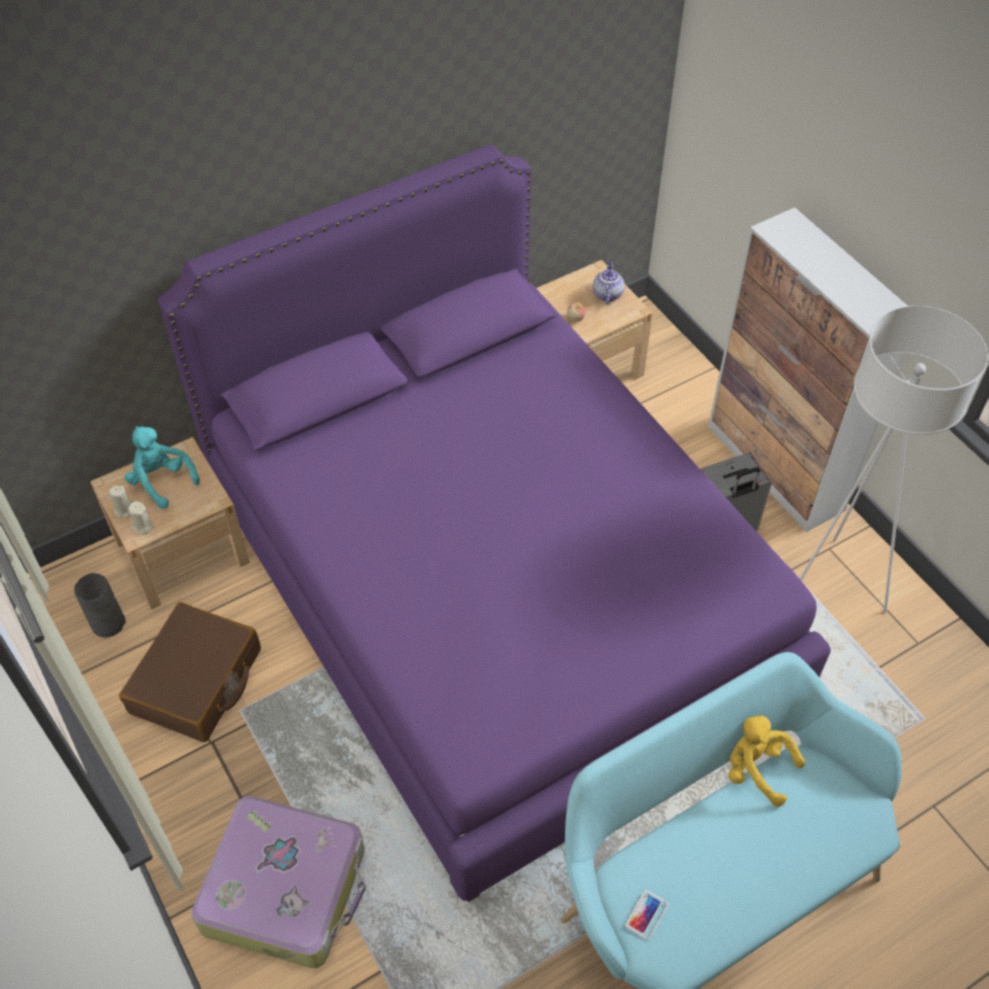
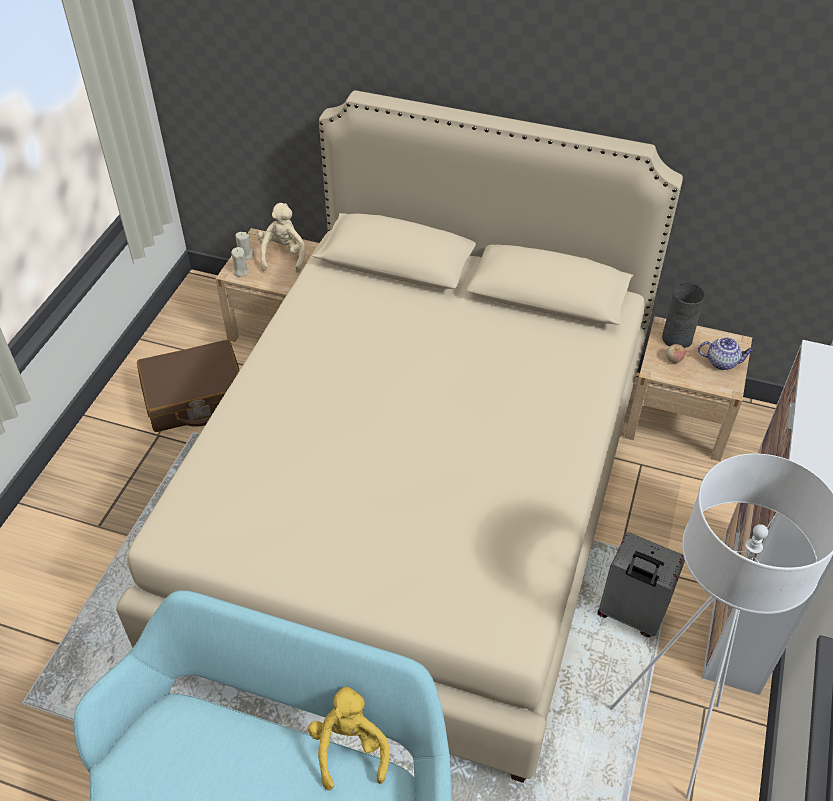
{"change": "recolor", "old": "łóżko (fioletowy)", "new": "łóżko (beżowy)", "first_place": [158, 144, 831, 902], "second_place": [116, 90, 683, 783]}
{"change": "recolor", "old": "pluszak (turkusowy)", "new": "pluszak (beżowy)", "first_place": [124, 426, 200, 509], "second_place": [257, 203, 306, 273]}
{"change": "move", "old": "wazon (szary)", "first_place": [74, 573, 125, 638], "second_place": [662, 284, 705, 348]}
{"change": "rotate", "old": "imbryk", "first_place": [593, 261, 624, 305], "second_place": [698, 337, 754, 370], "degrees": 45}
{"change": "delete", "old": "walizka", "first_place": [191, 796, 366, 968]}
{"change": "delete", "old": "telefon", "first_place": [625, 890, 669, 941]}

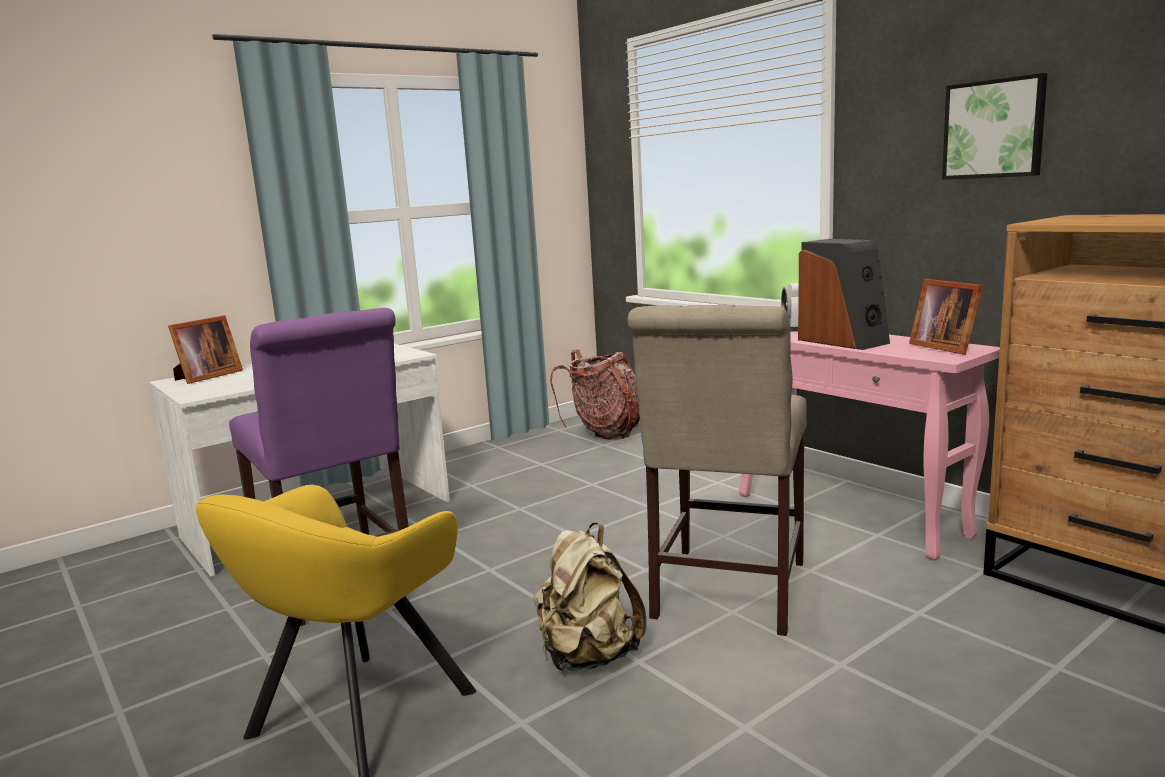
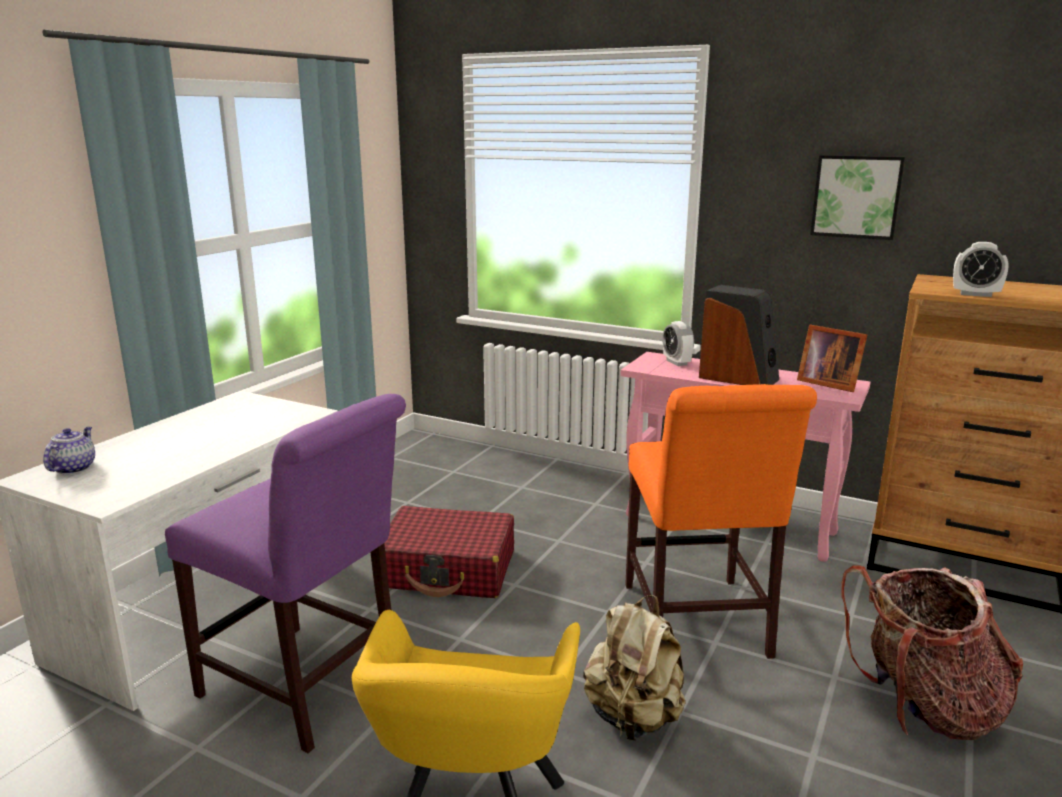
{"change": "replace", "old": "ramka na zdjęcie", "new": "imbryk", "first_place": [168, 315, 243, 384], "second_place": [43, 427, 95, 474]}
{"change": "insert", "new": "walizka (czerwony)", "second_place": [384, 506, 514, 598]}
{"change": "recolor", "old": "krzesło (beżowy)", "new": "krzesło (pomarańczowy)", "first_place": [627, 305, 807, 636], "second_place": [625, 384, 817, 659]}
{"change": "move", "old": "plecak", "first_place": [550, 350, 640, 440], "second_place": [841, 566, 1023, 740]}
{"change": "insert", "new": "budzik", "second_place": [953, 242, 1009, 297]}

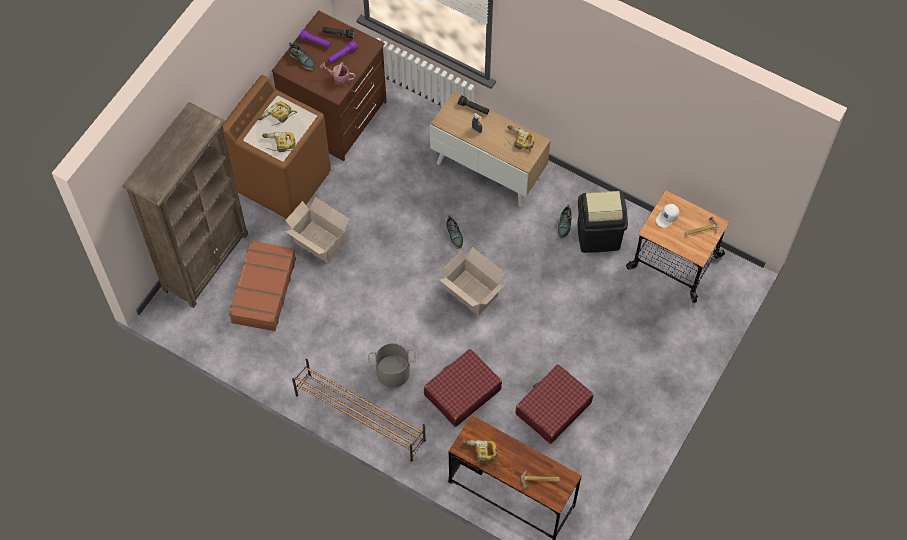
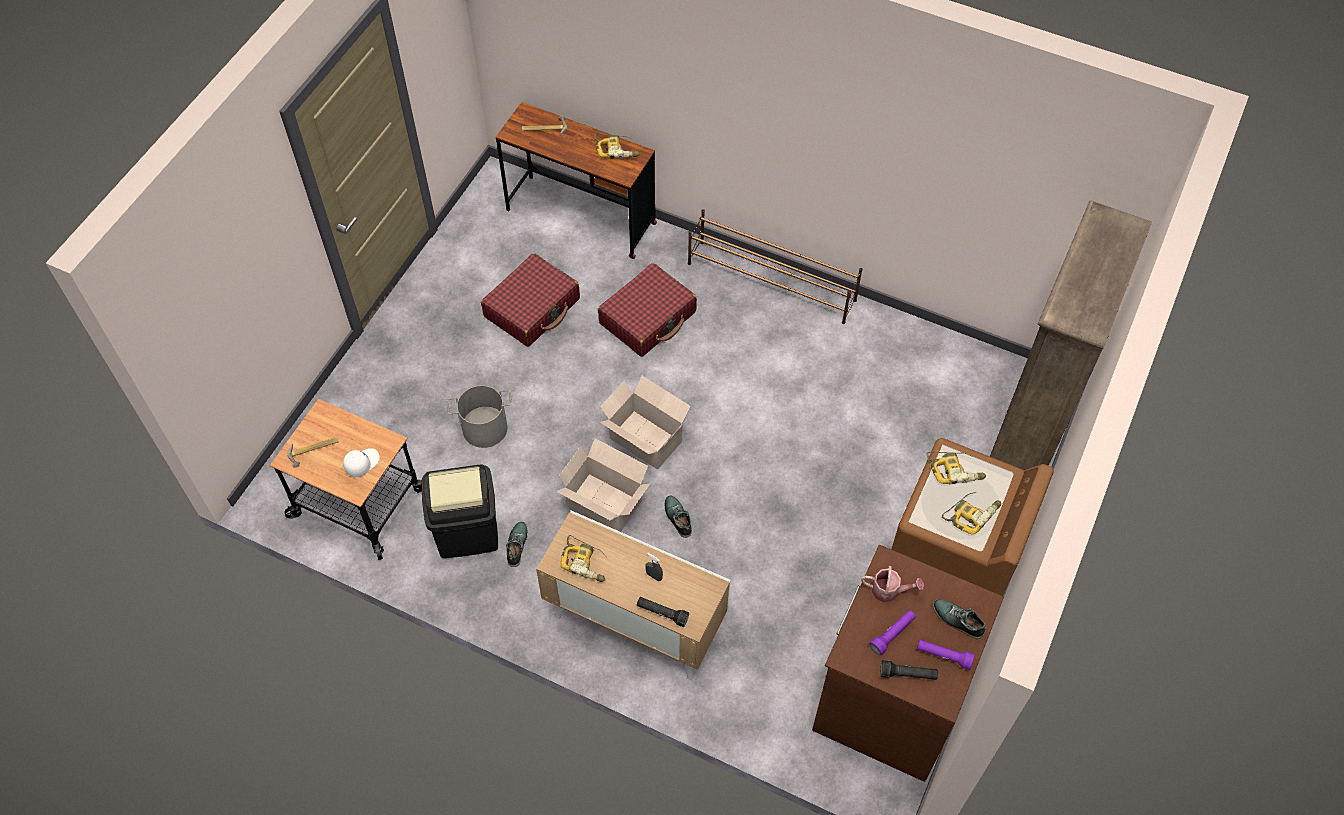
{"change": "move", "old": "wiadro (szary)", "first_place": [368, 343, 416, 388], "second_place": [447, 385, 512, 448]}
{"change": "move", "old": "karton", "first_place": [285, 197, 349, 263], "second_place": [556, 438, 650, 532]}
{"change": "delete", "old": "walizka (brązowy)", "first_place": [229, 240, 296, 331]}

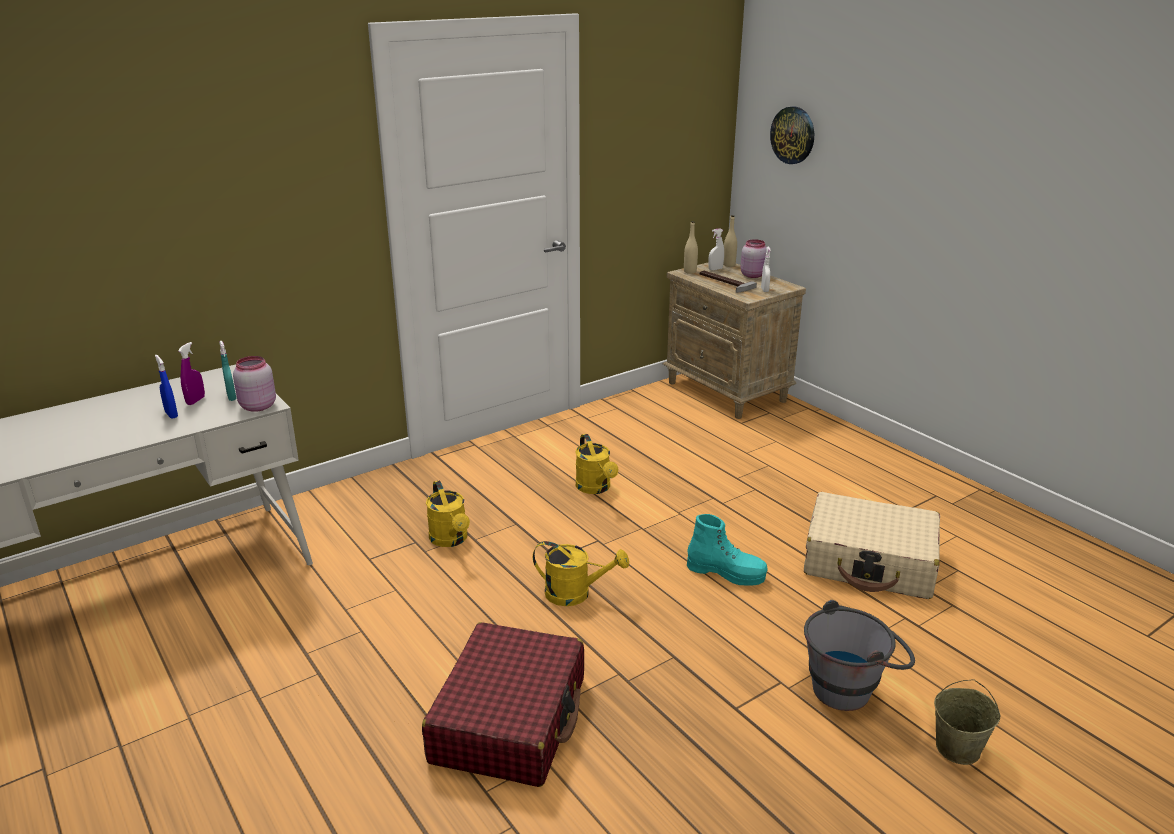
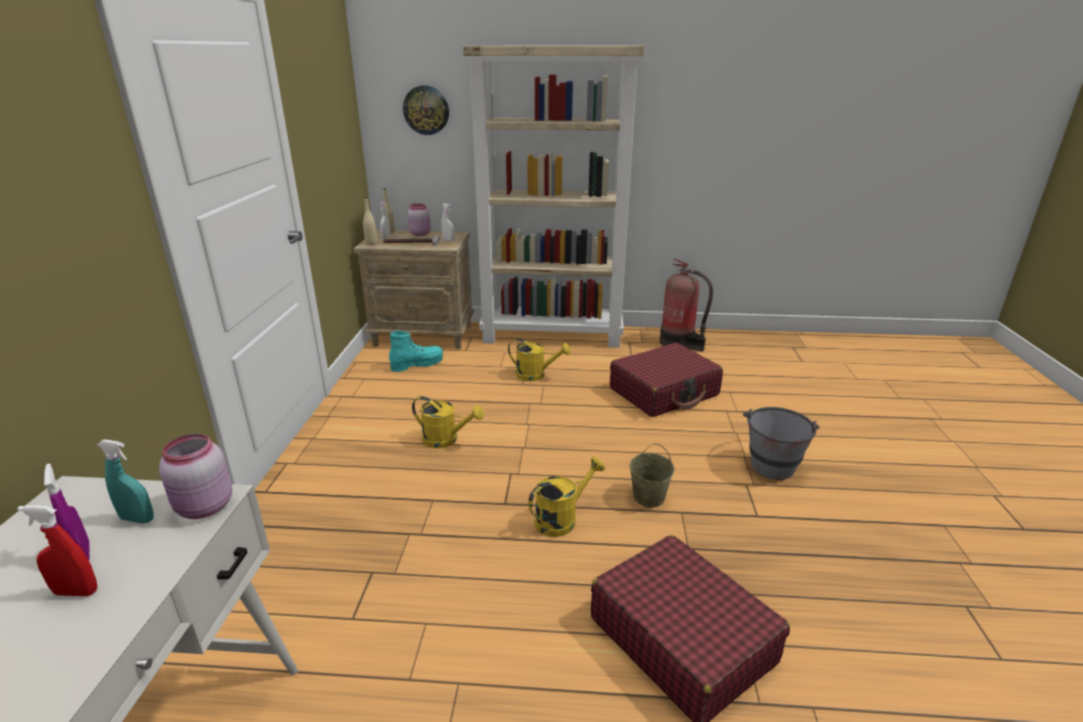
{"change": "recolor", "old": "spryskiwacz (niebieski)", "new": "spryskiwacz (czerwony)", "first_place": [155, 355, 178, 419], "second_place": [17, 505, 97, 596]}
{"change": "move", "old": "but z cholewką (turkusowy)", "first_place": [687, 514, 768, 586], "second_place": [389, 331, 443, 372]}
{"change": "insert", "new": "regał (beżowy)", "second_place": [463, 46, 644, 348]}
{"change": "move", "old": "konewka (żółty)", "first_place": [426, 481, 470, 547], "second_place": [508, 338, 571, 381]}
{"change": "recolor", "old": "walizka (beżowy)", "new": "walizka (czerwony)", "first_place": [804, 492, 940, 599], "second_place": [610, 343, 723, 417]}
{"change": "move", "old": "wiadro (beżowy)", "first_place": [934, 679, 1001, 765], "second_place": [630, 443, 674, 508]}
{"change": "insert", "new": "gaśnica", "second_place": [660, 258, 713, 351]}

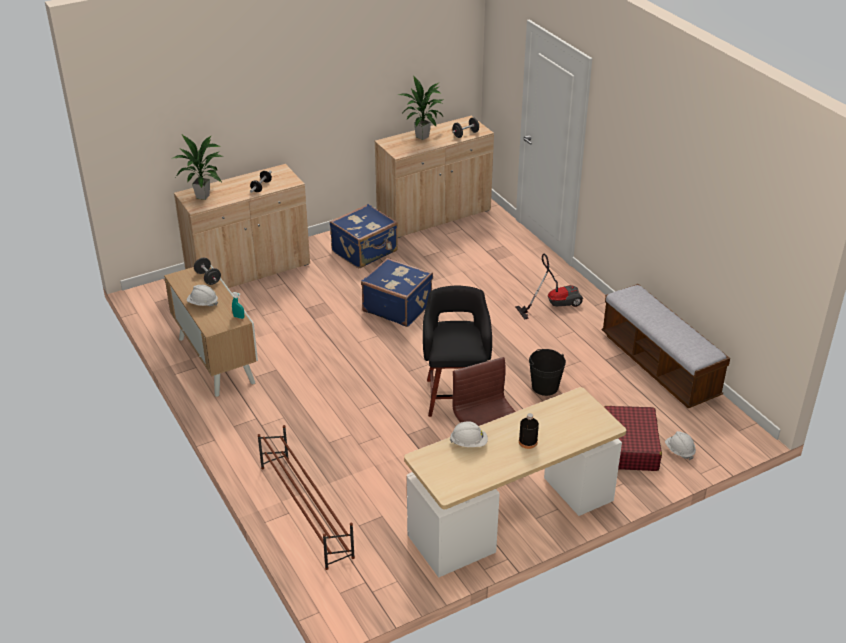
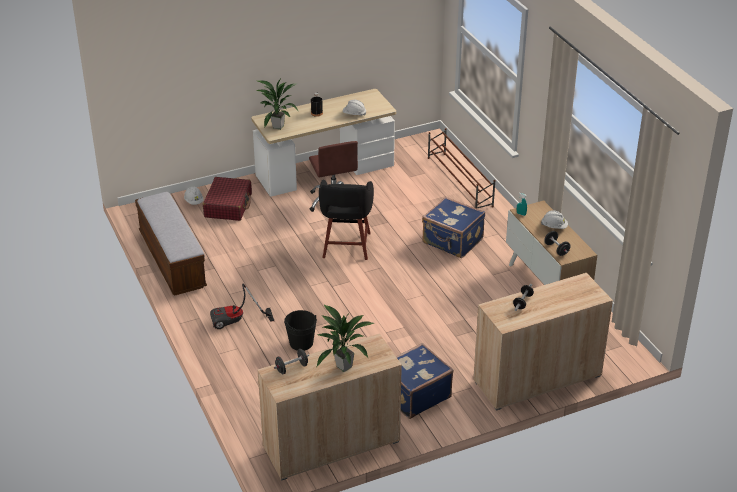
{"change": "move", "old": "roślina doniczkowa", "first_place": [171, 135, 222, 200], "second_place": [256, 80, 298, 130]}
{"change": "move", "old": "wiadro (czarny)", "first_place": [529, 349, 566, 396], "second_place": [284, 310, 317, 351]}
{"change": "move", "old": "walizka (niebieski)", "first_place": [361, 258, 433, 327], "second_place": [422, 197, 485, 258]}

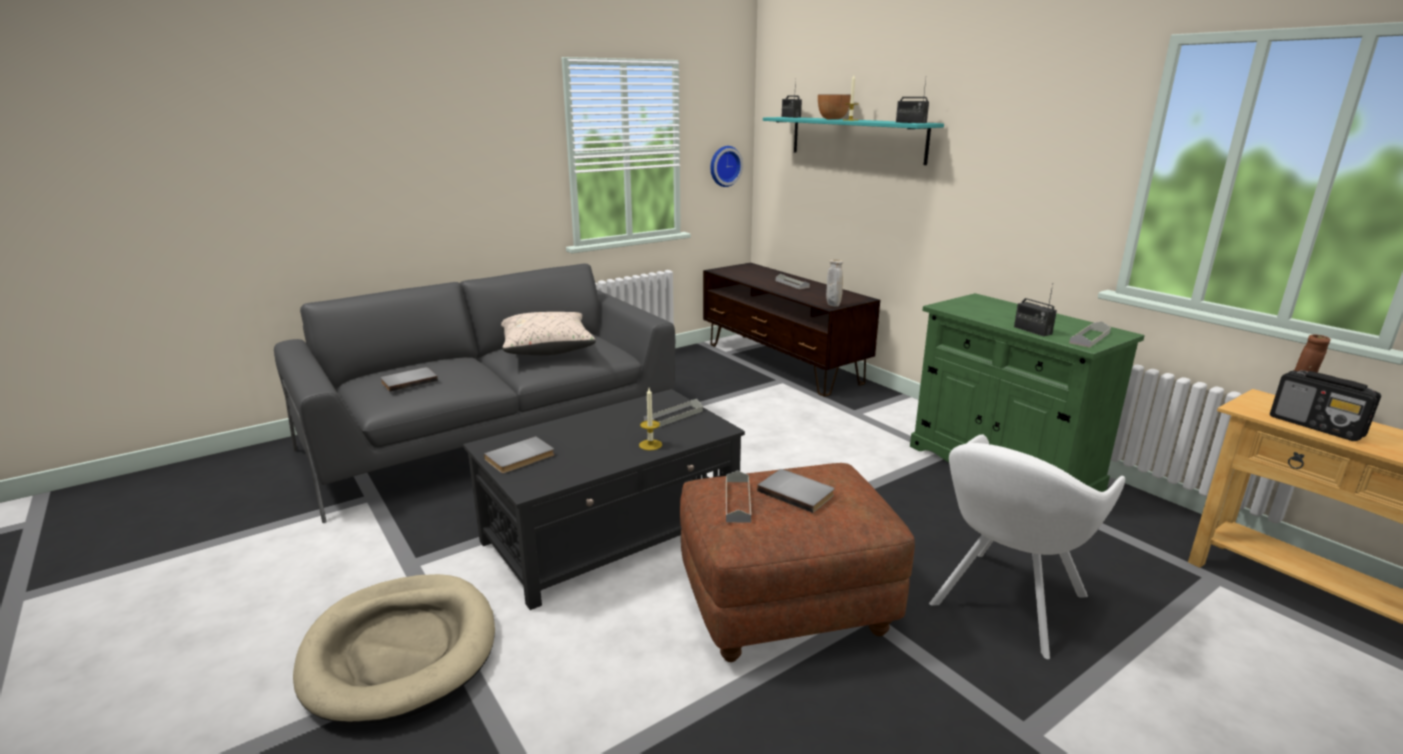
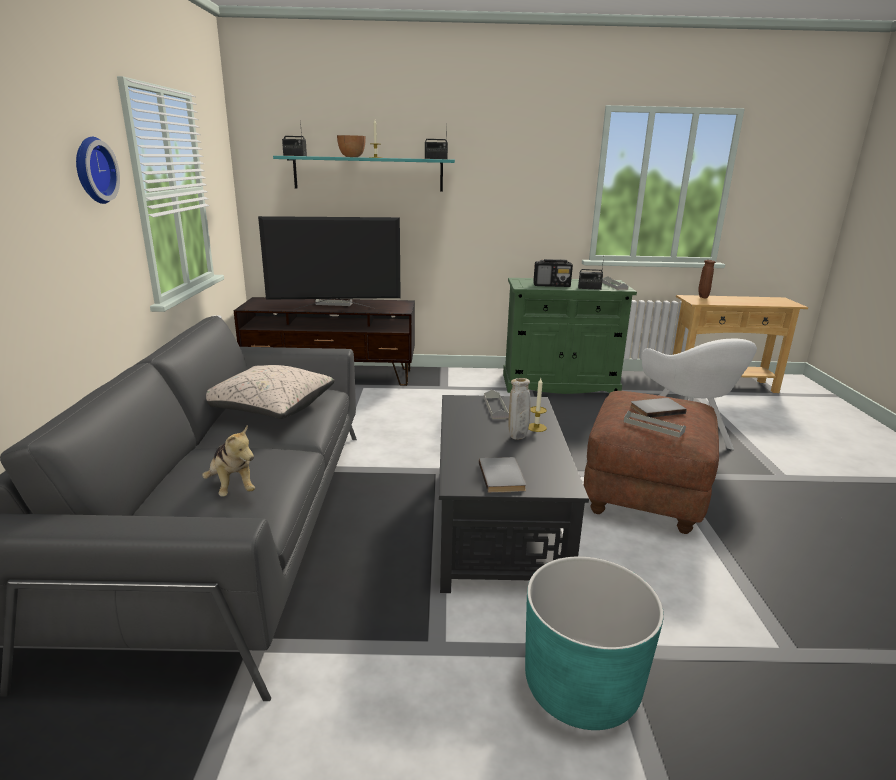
{"change": "move", "old": "zegar ścienny", "first_place": [710, 146, 743, 187], "second_place": [76, 137, 120, 204]}
{"change": "replace", "old": "książka (szary)", "new": "pluszak", "first_place": [380, 367, 438, 392], "second_place": [202, 425, 255, 497]}
{"change": "insert", "new": "telewizor", "second_place": [258, 216, 401, 309]}
{"change": "move", "old": "wazon (beżowy)", "first_place": [826, 259, 843, 307], "second_place": [508, 378, 531, 439]}
{"change": "replace", "old": "legowisko (beżowy)", "new": "donica (turkusowy)", "first_place": [293, 574, 495, 724], "second_place": [525, 556, 664, 730]}
{"change": "move", "old": "radio", "first_place": [1270, 370, 1381, 441], "second_place": [533, 259, 573, 287]}

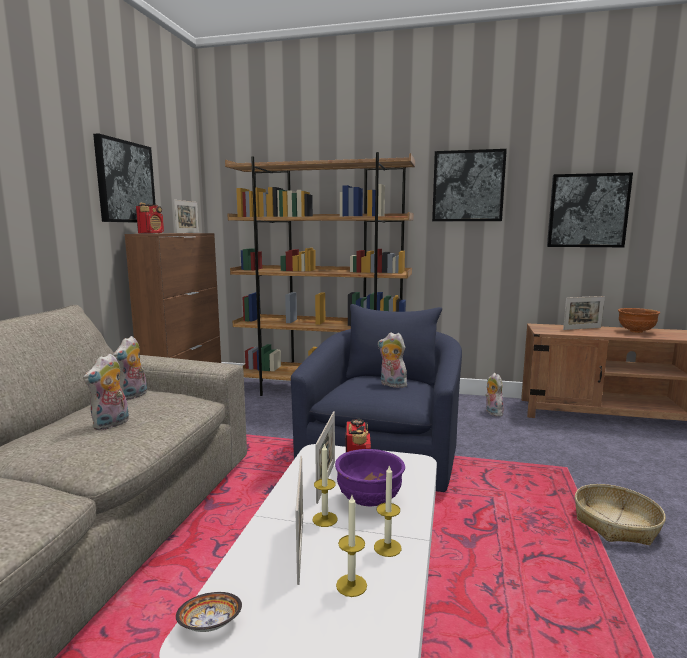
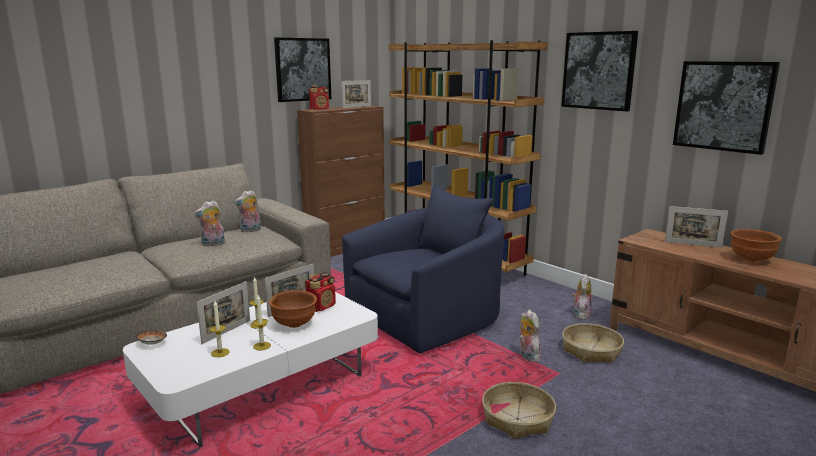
{"change": "recolor", "old": "miska (fioletowy)", "new": "miska (brązowy)", "first_place": [335, 449, 405, 507], "second_place": [269, 290, 317, 328]}
{"change": "move", "old": "pluszak", "first_place": [378, 332, 407, 388], "second_place": [519, 310, 541, 362]}
{"change": "insert", "new": "koszyk", "second_place": [562, 323, 624, 363]}

